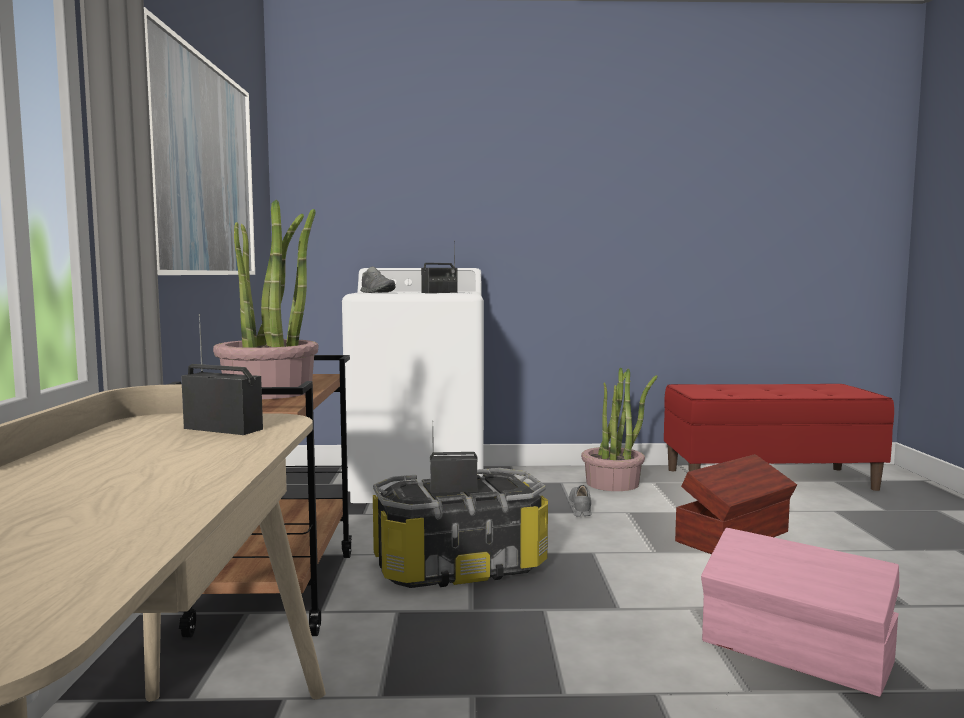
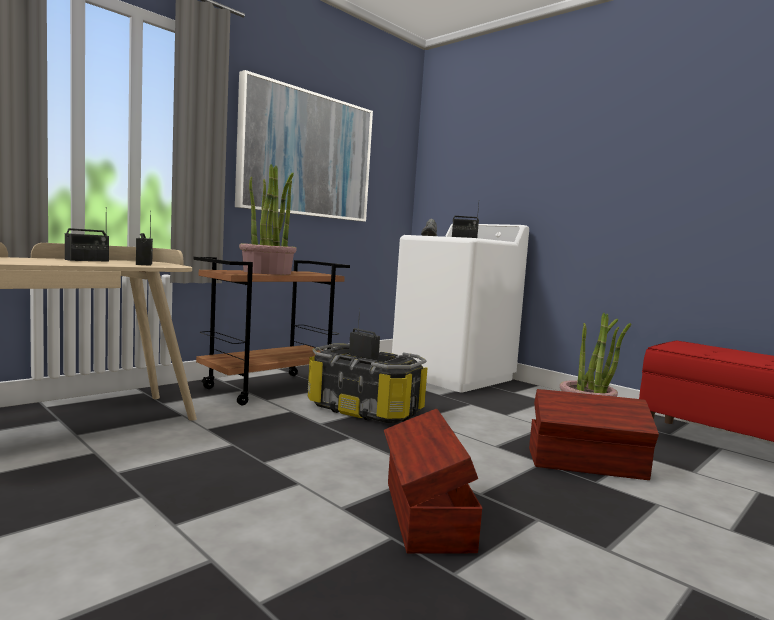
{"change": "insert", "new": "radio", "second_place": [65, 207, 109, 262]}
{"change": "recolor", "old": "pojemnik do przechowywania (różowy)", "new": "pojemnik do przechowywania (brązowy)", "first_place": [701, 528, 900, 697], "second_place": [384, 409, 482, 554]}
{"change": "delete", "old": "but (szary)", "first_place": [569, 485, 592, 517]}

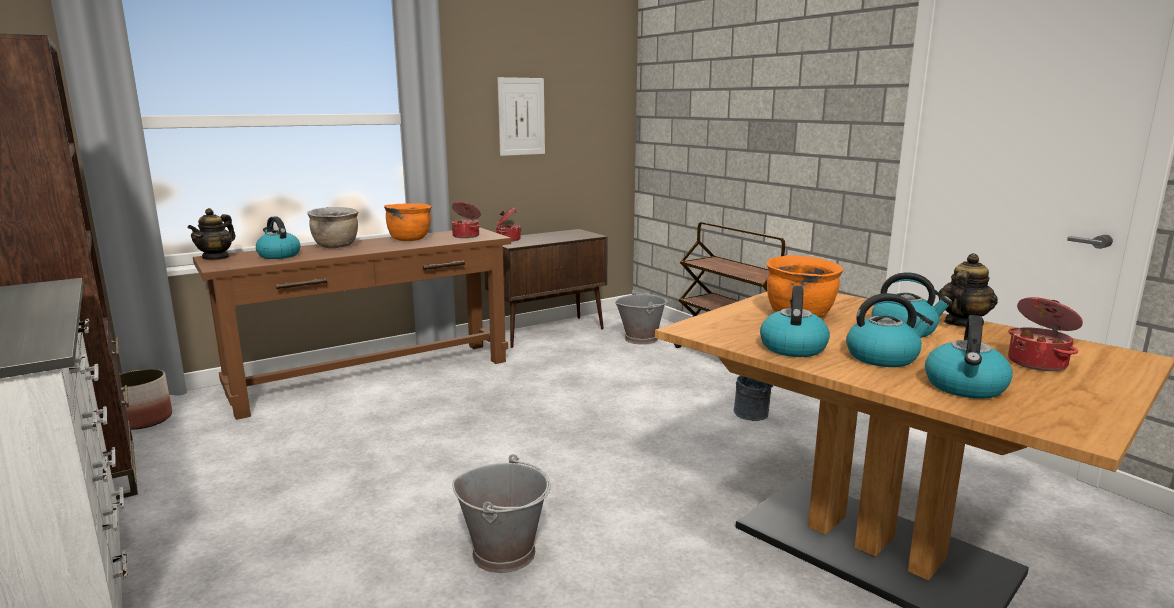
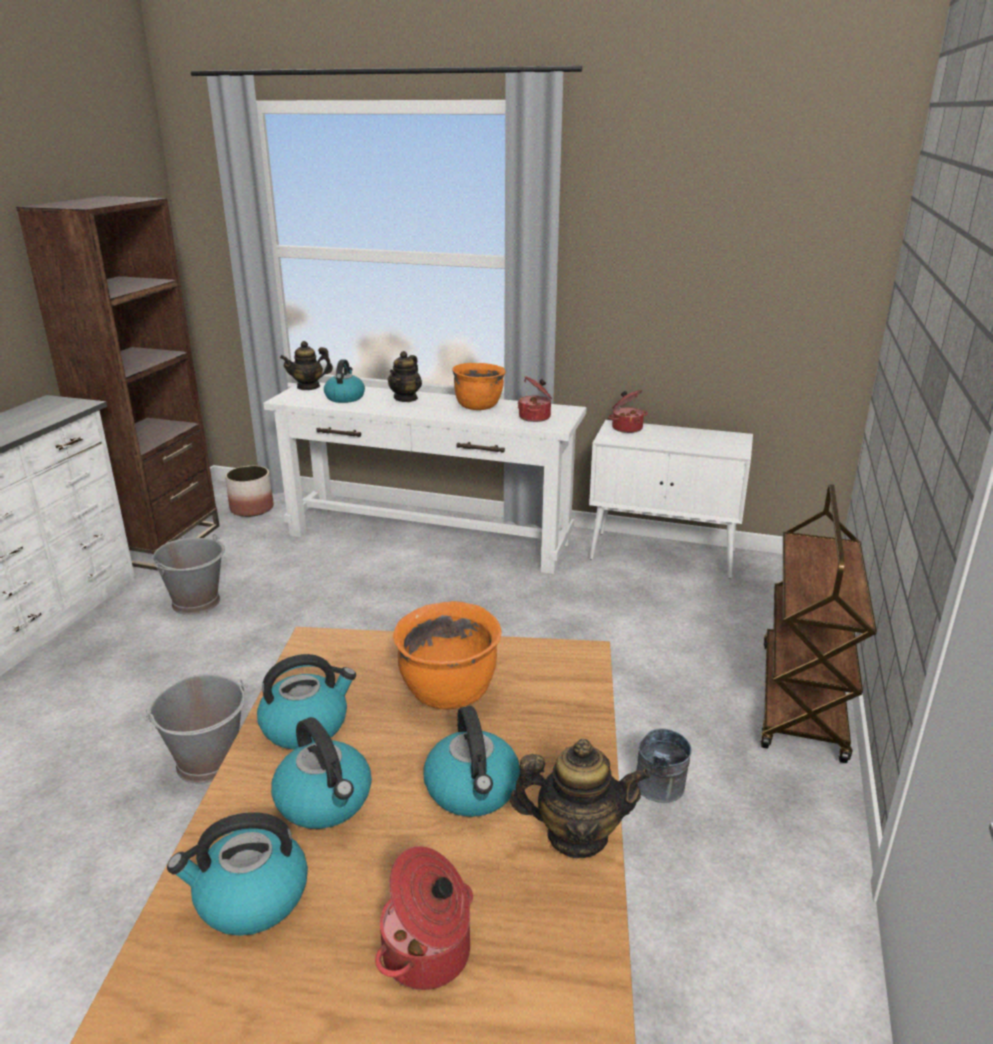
{"change": "move", "old": "wiadro (szary)", "first_place": [615, 290, 668, 345], "second_place": [152, 534, 225, 615]}
{"change": "recolor", "old": "stolik konsolowy (brązowy)", "new": "stolik konsolowy (biały)", "first_place": [193, 228, 511, 420], "second_place": [263, 382, 587, 574]}
{"change": "replace", "old": "garnek (brązowy)", "new": "imbryk", "first_place": [307, 207, 359, 248], "second_place": [388, 351, 422, 402]}
{"change": "recolor", "old": "szafka (brązowy)", "new": "szafka (biały)", "first_place": [484, 229, 608, 348], "second_place": [589, 420, 753, 579]}
{"change": "delete", "old": "obraz", "first_place": [497, 77, 545, 156]}

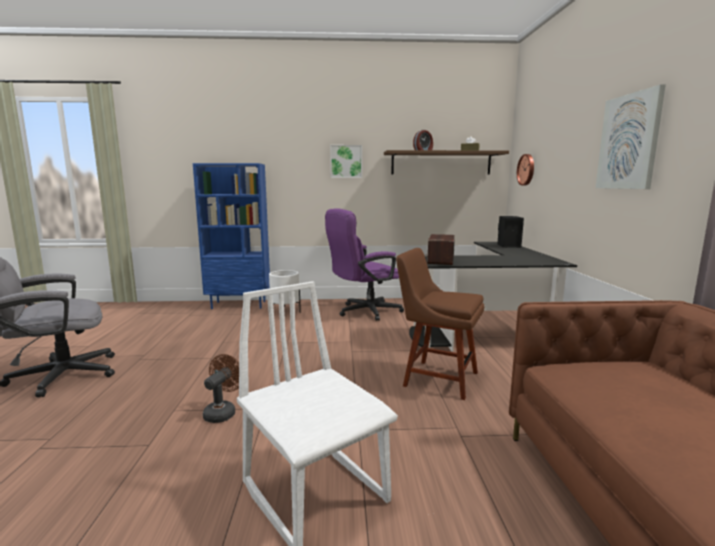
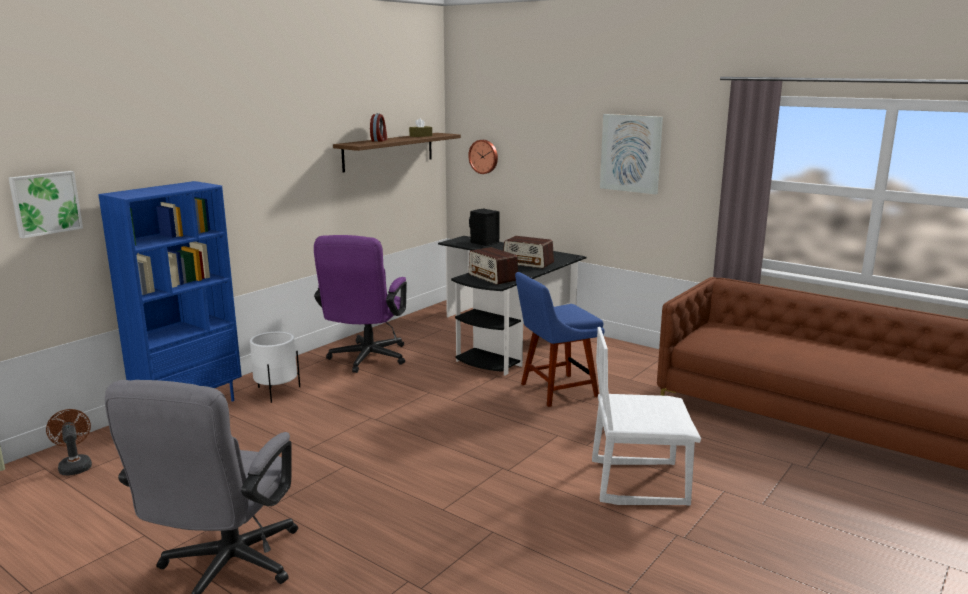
{"change": "move", "old": "obraz", "first_place": [330, 145, 362, 178], "second_place": [9, 171, 83, 238]}
{"change": "move", "old": "wentylator (brązowy)", "first_place": [203, 354, 239, 423], "second_place": [46, 409, 92, 475]}
{"change": "insert", "new": "radio", "second_place": [503, 236, 554, 268]}
{"change": "recolor", "old": "krzesło (brązowy)", "new": "krzesło (niebieski)", "first_place": [396, 248, 484, 400], "second_place": [515, 272, 605, 407]}

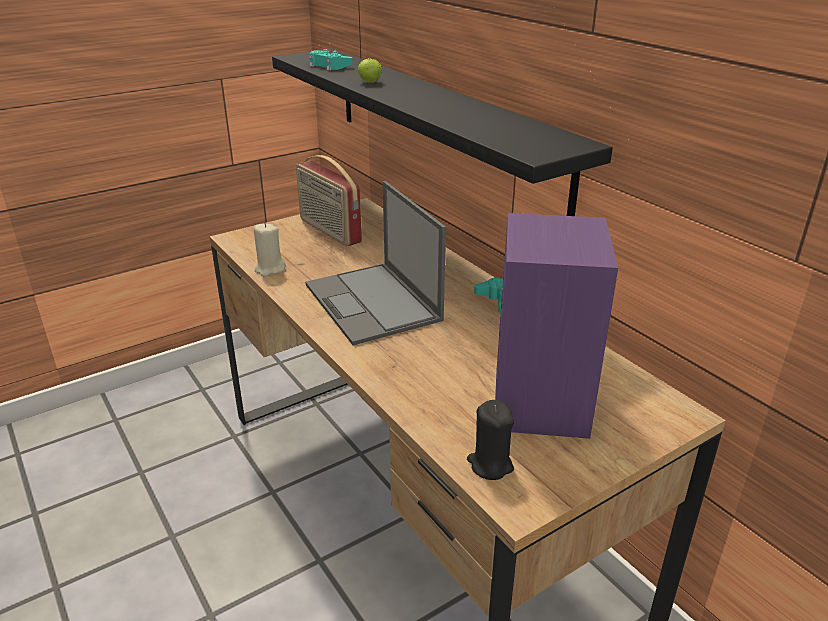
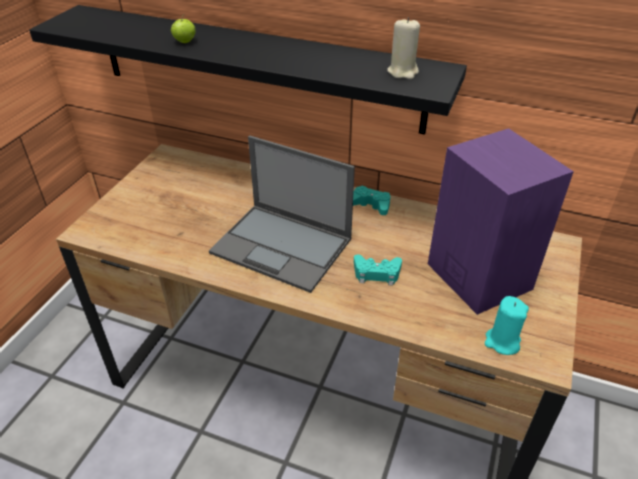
{"change": "move", "old": "pad do gier (turkusowy)", "first_place": [309, 49, 353, 71], "second_place": [354, 254, 402, 286]}
{"change": "move", "old": "świeca (beżowy)", "first_place": [254, 223, 286, 276], "second_place": [387, 17, 420, 79]}
{"change": "recolor", "old": "świeca (czarny)", "new": "świeca (turkusowy)", "first_place": [467, 400, 514, 480], "second_place": [485, 296, 529, 355]}
{"change": "delete", "old": "radio", "first_place": [296, 155, 362, 246]}

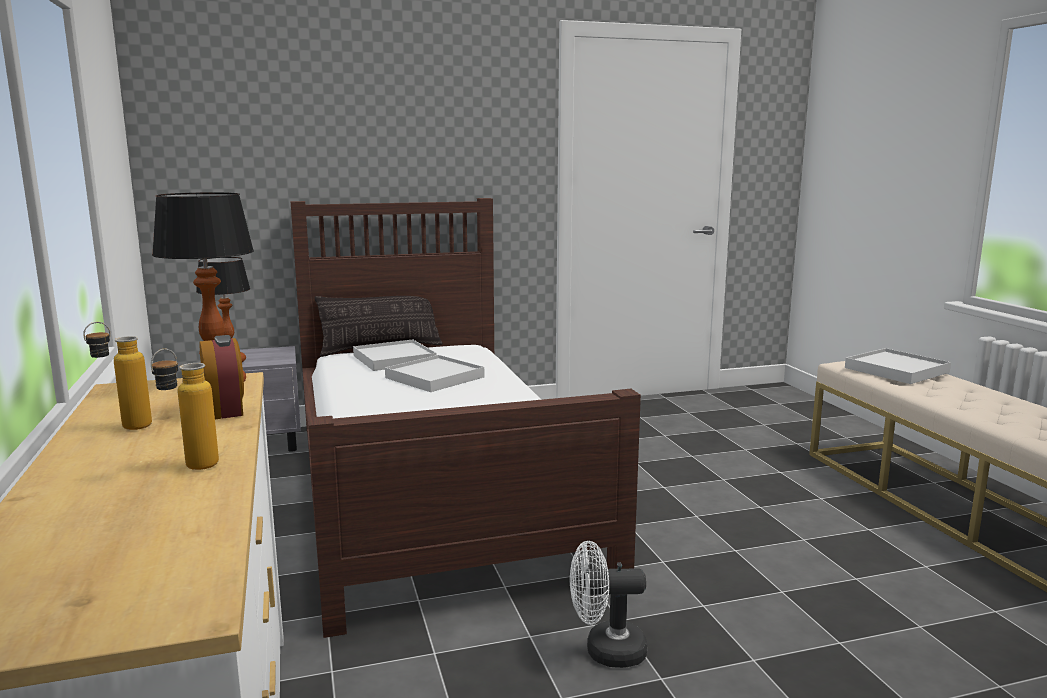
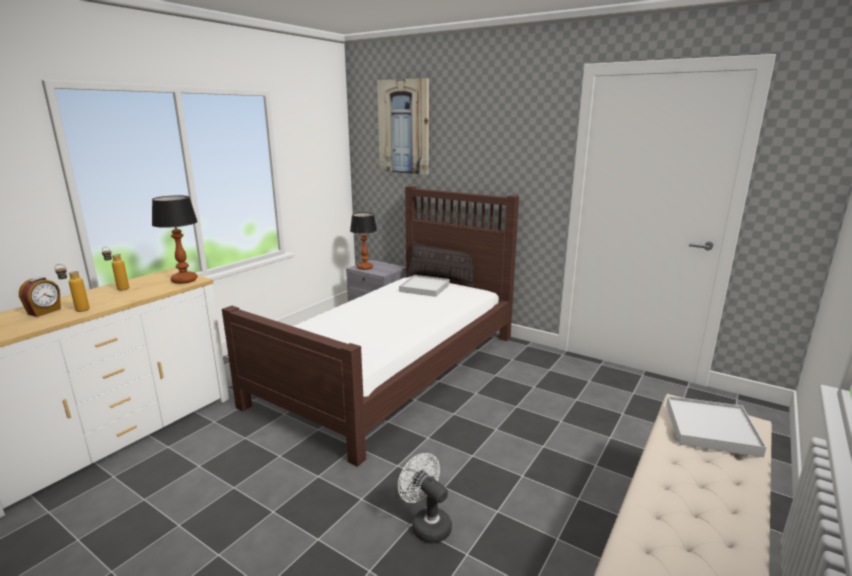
{"change": "move", "old": "budzik", "first_place": [199, 335, 244, 419], "second_place": [19, 277, 61, 317]}
{"change": "insert", "new": "obraz", "second_place": [377, 78, 429, 175]}
{"change": "move", "old": "wentylator (biały)", "first_place": [570, 541, 647, 668], "second_place": [398, 453, 452, 544]}
{"change": "delete", "old": "taca (biały)", "first_place": [385, 355, 484, 392]}

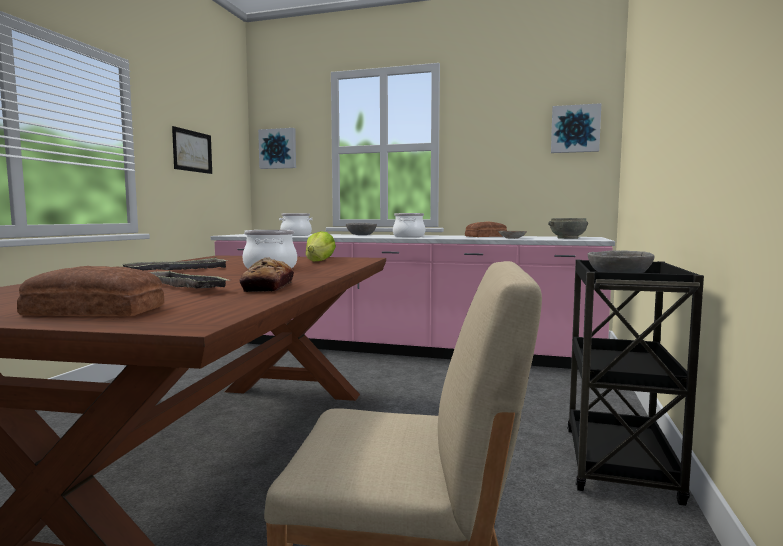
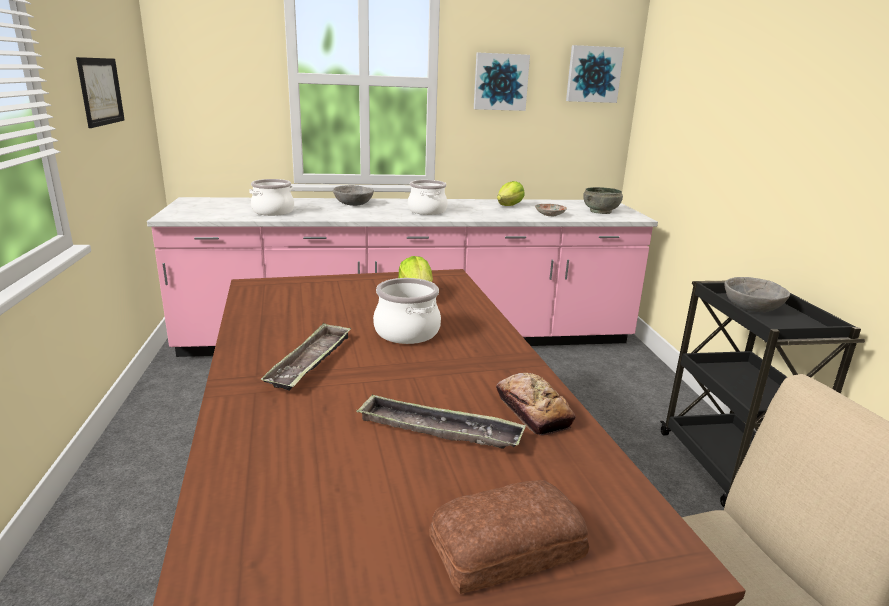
{"change": "move", "old": "obraz", "first_place": [258, 128, 296, 169], "second_place": [474, 53, 530, 111]}
{"change": "replace", "old": "chleb", "new": "sałata", "first_place": [465, 221, 507, 237], "second_place": [497, 181, 525, 206]}

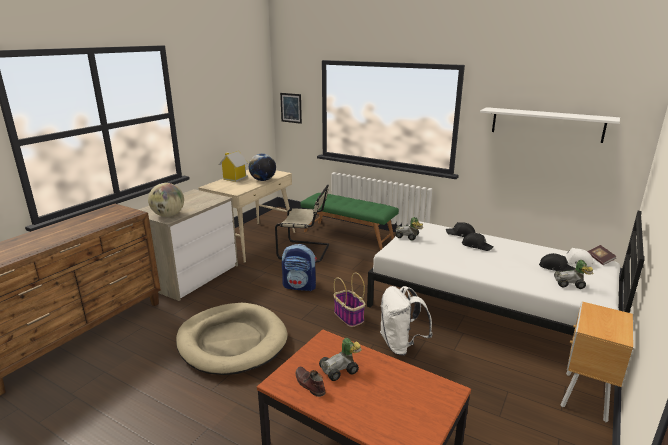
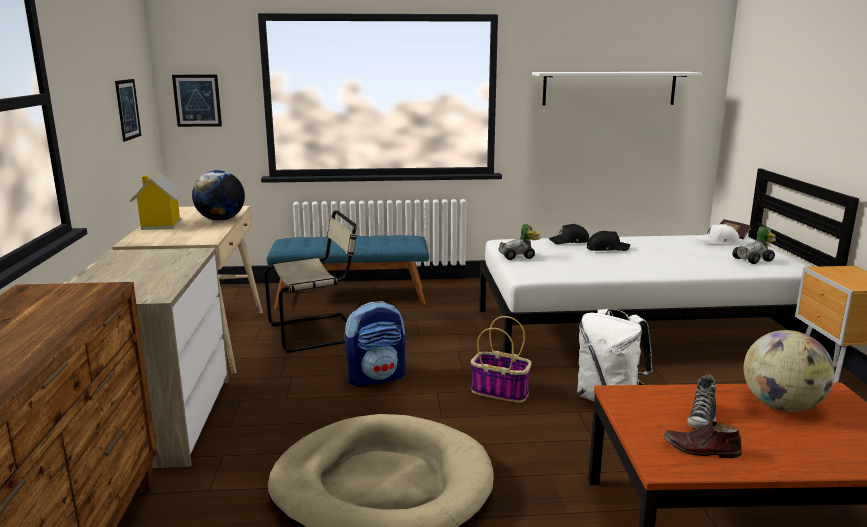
{"change": "insert", "new": "obraz", "second_place": [115, 79, 141, 142]}
{"change": "recolor", "old": "ławka (zielony)", "new": "ławka (niebieski)", "first_place": [300, 193, 399, 250], "second_place": [267, 235, 429, 309]}
{"change": "replace", "old": "samochodzik", "new": "but", "first_place": [319, 338, 362, 381], "second_place": [687, 374, 716, 429]}
{"change": "move", "old": "globus", "first_place": [148, 183, 184, 217], "second_place": [744, 330, 834, 412]}
{"change": "delete", "old": "czapka z daszkiem (czarny)", "first_place": [539, 253, 575, 272]}

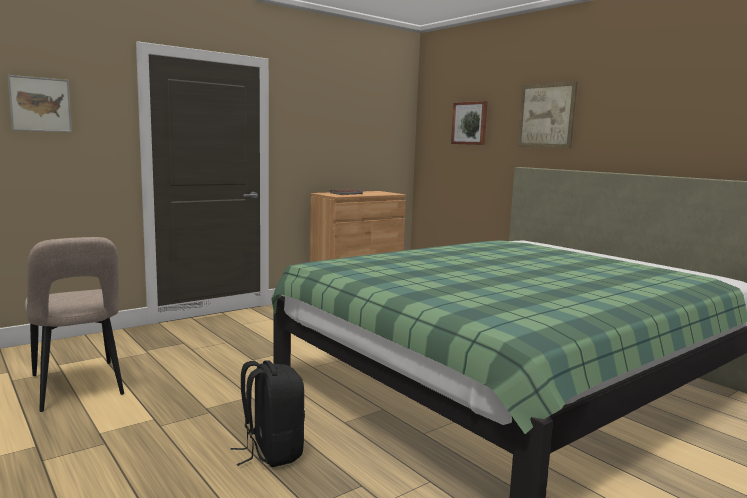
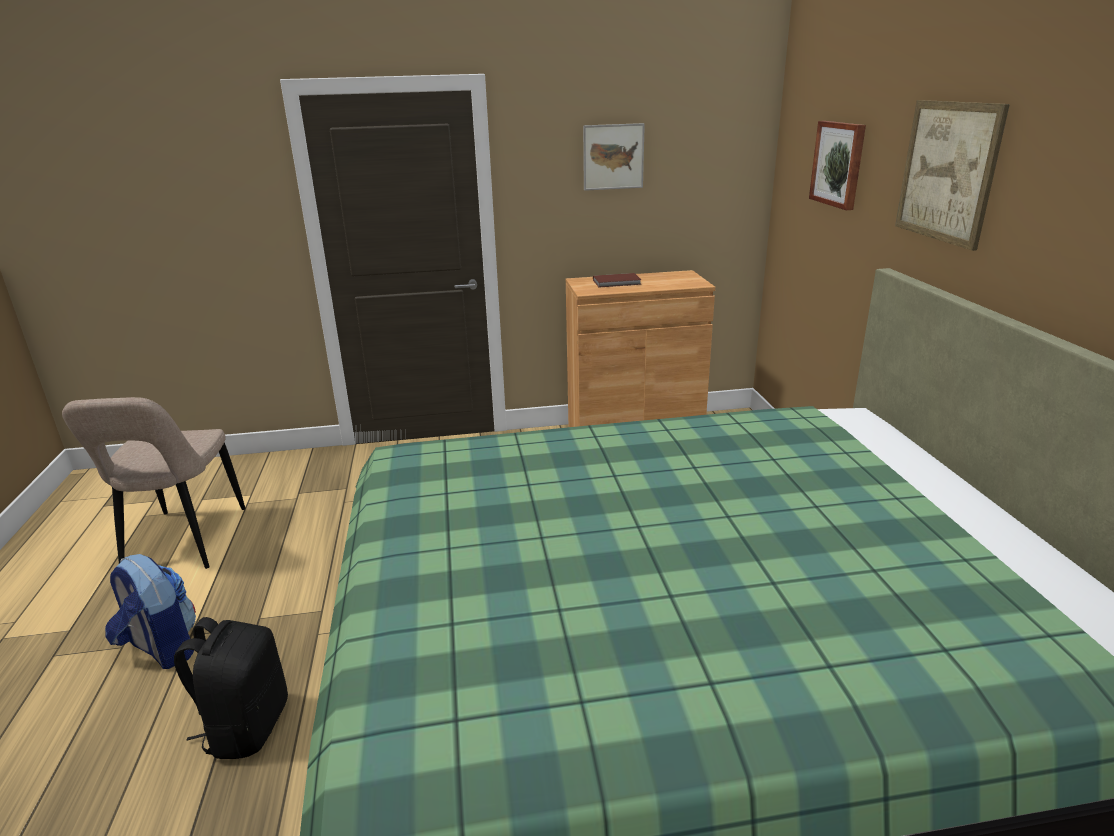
{"change": "insert", "new": "plecak", "second_place": [105, 554, 196, 669]}
{"change": "move", "old": "obraz", "first_place": [8, 75, 72, 132], "second_place": [583, 123, 645, 191]}

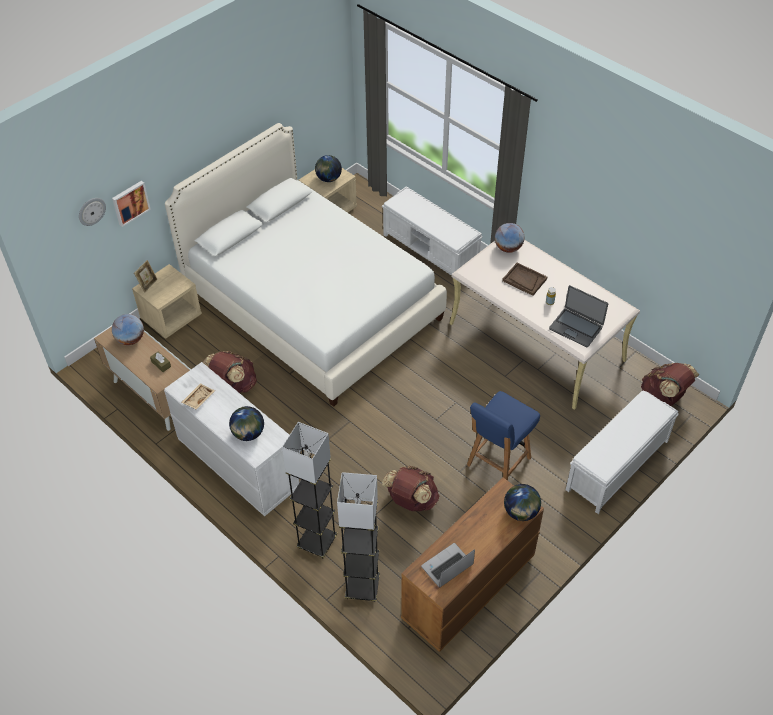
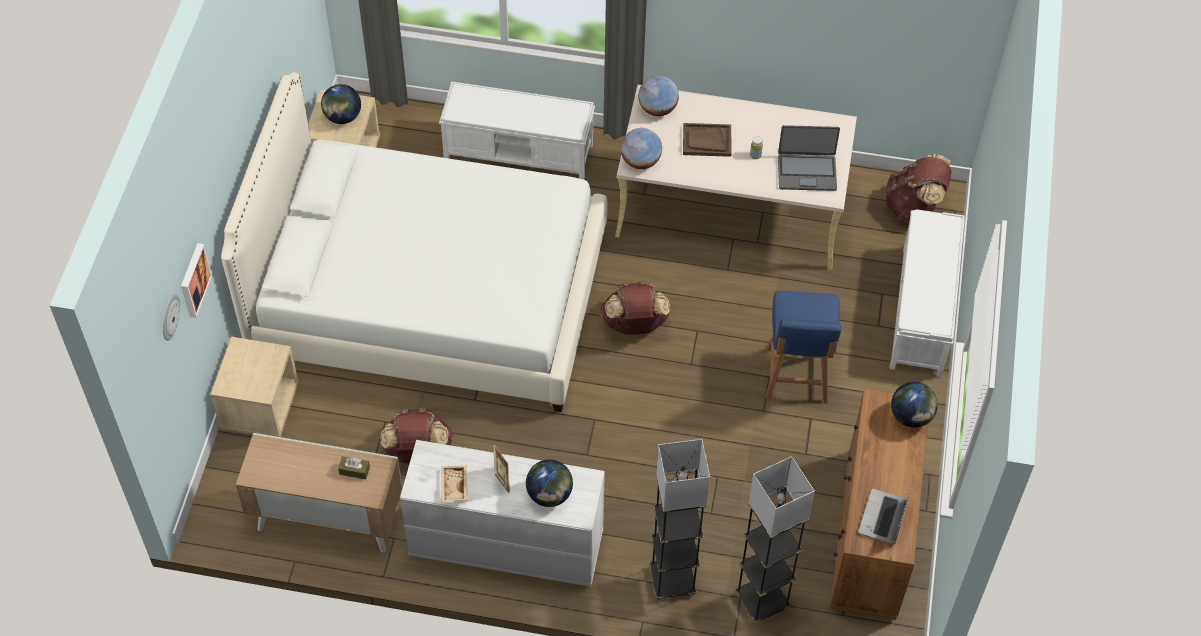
{"change": "move", "old": "ramka na zdjęcie", "first_place": [134, 260, 158, 293], "second_place": [493, 445, 510, 493]}
{"change": "move", "old": "plecak (brązowy)", "first_place": [382, 466, 439, 511], "second_place": [600, 281, 670, 335]}
{"change": "move", "old": "globus", "first_place": [112, 314, 144, 345], "second_place": [621, 128, 662, 169]}

